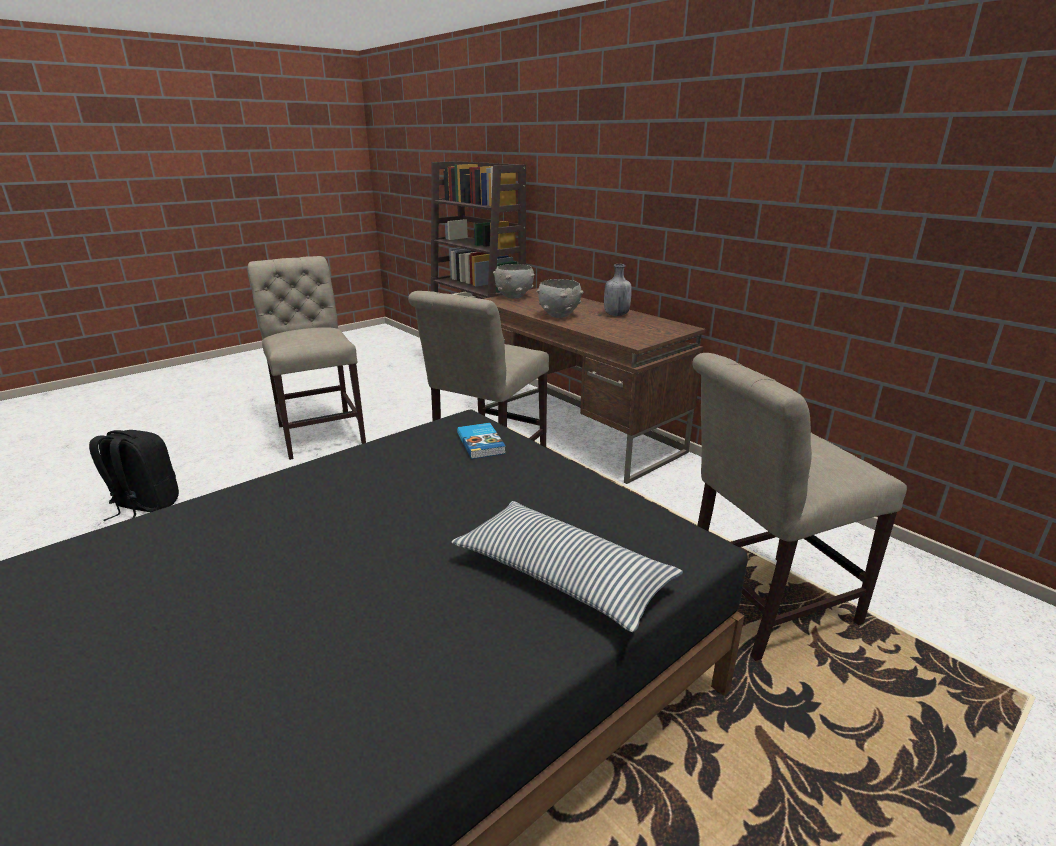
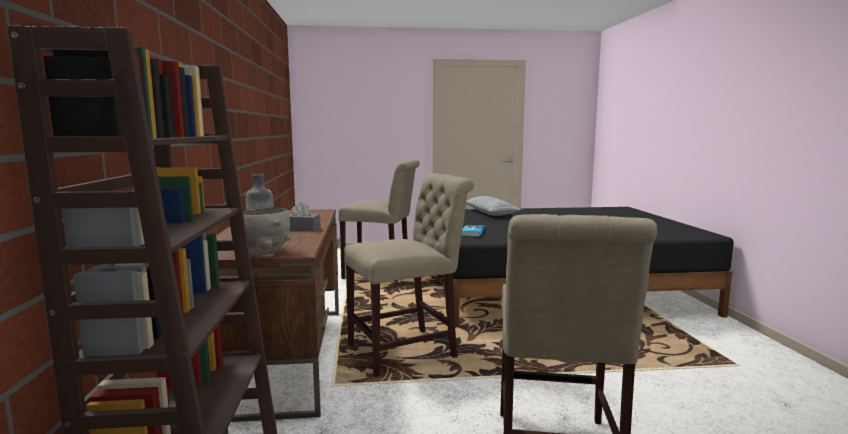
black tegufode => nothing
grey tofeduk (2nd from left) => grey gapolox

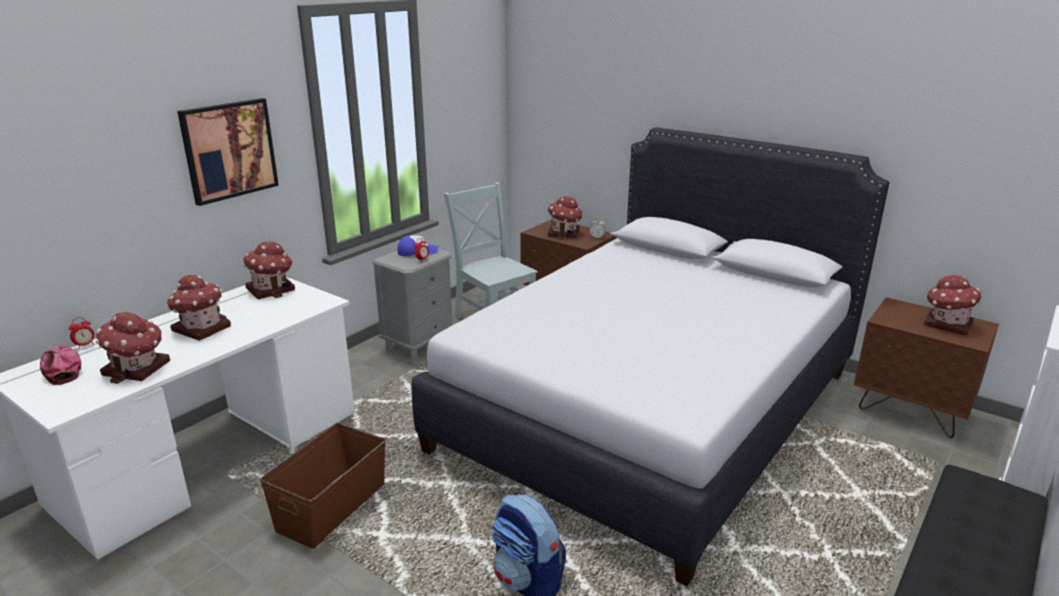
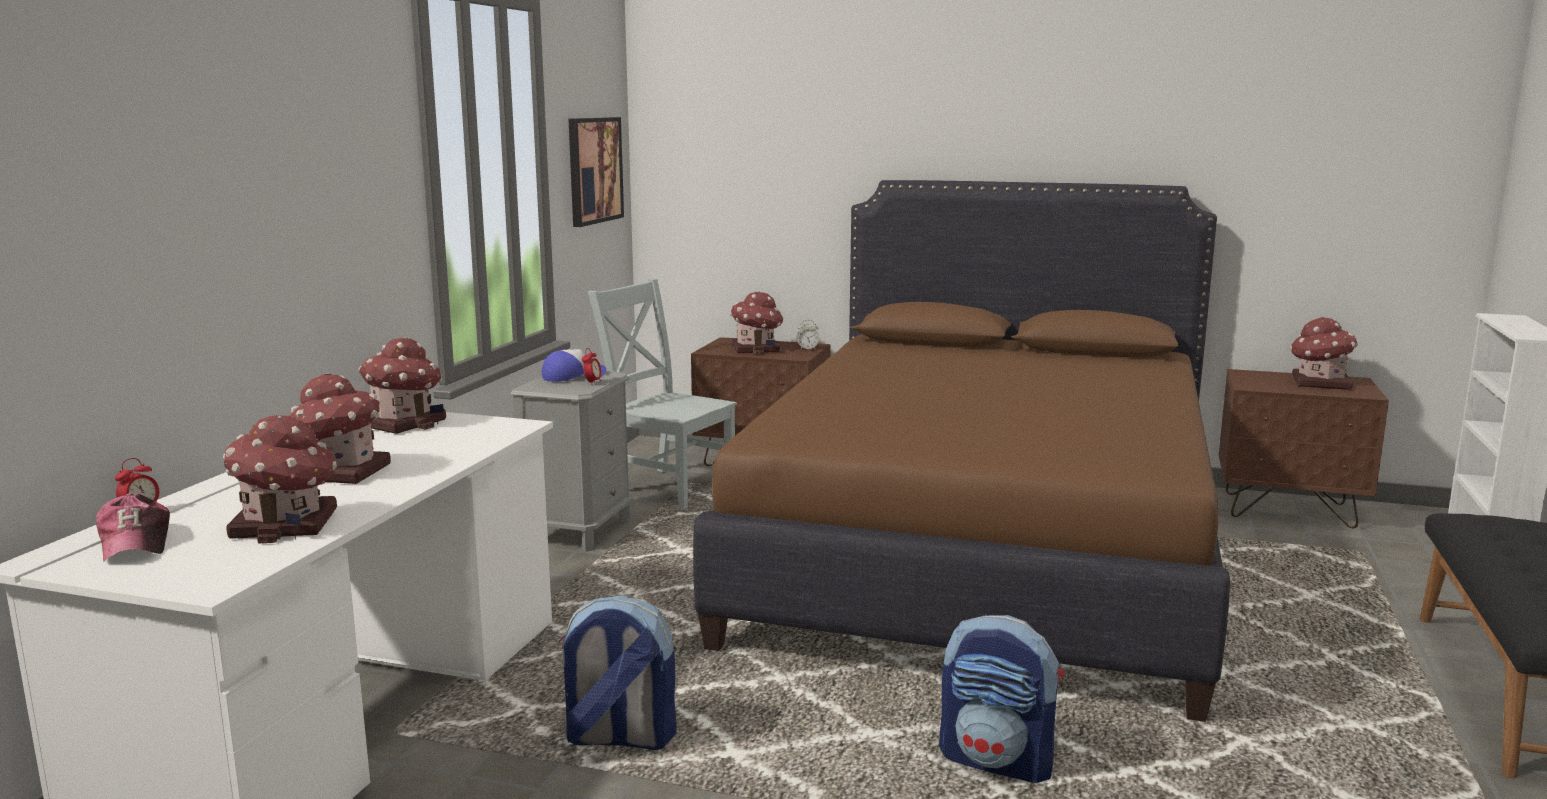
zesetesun, moved
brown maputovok => tegufode (1st from left)
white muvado => brown muvado
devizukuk (1st from left), 150 degrees counterclockwise

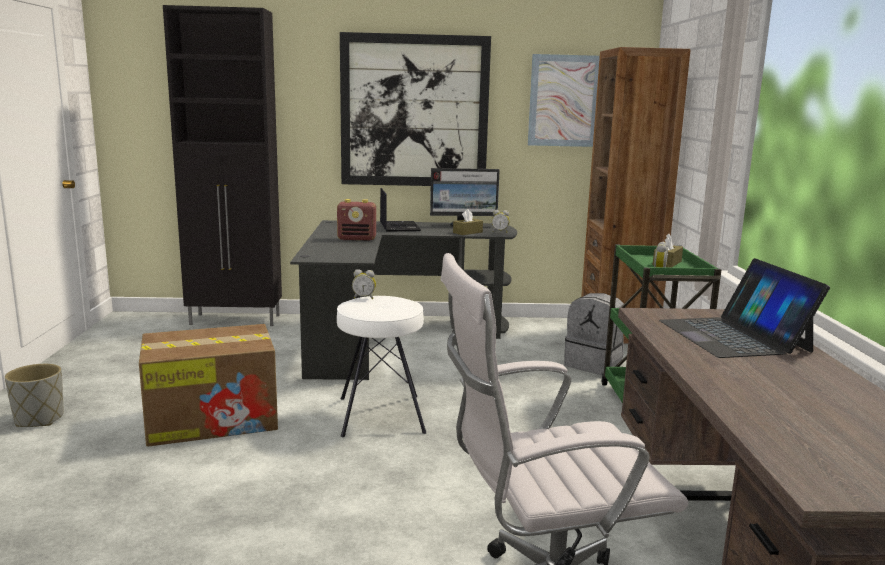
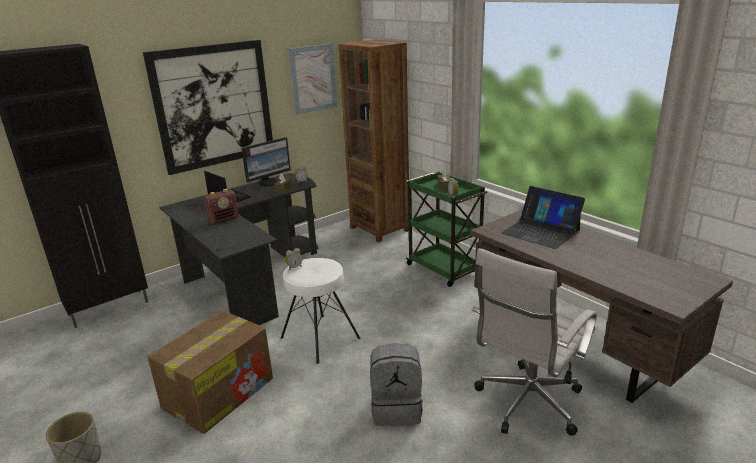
grey tegufode, moved

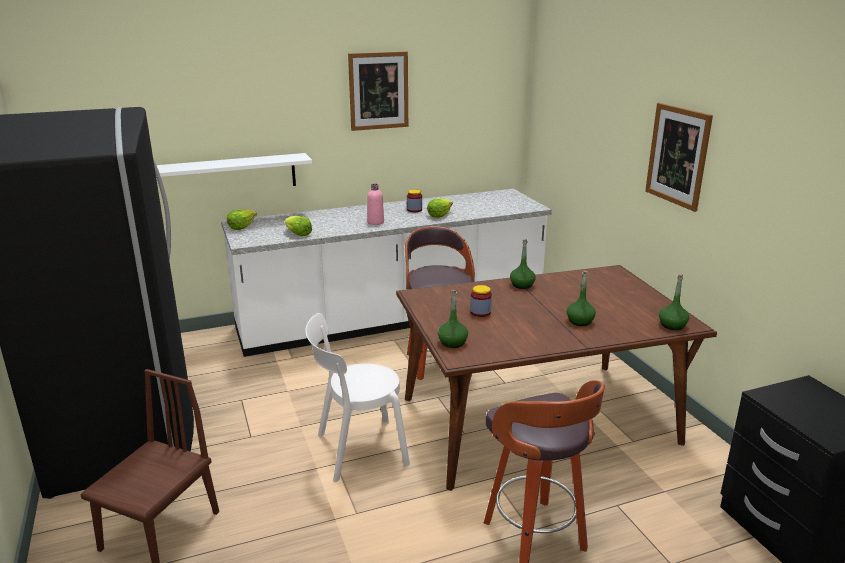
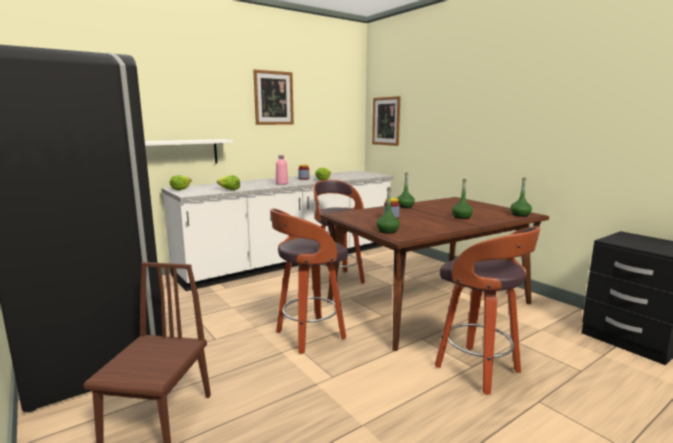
zesetesun (2nd from left), moved
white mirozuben => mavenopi (1st from left)

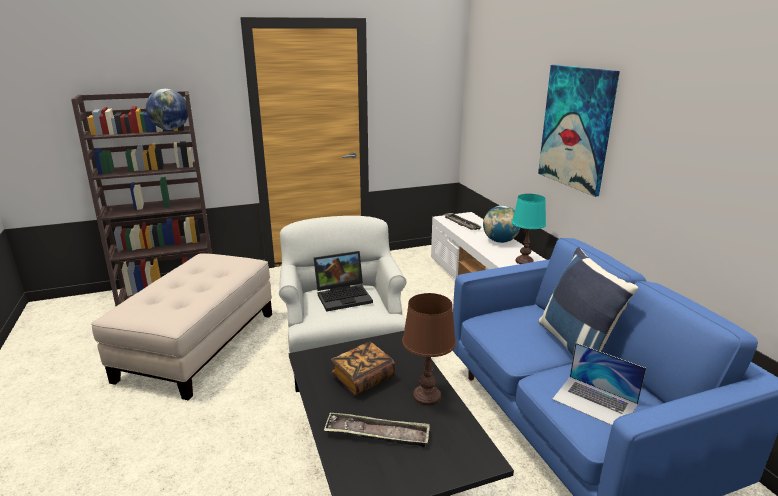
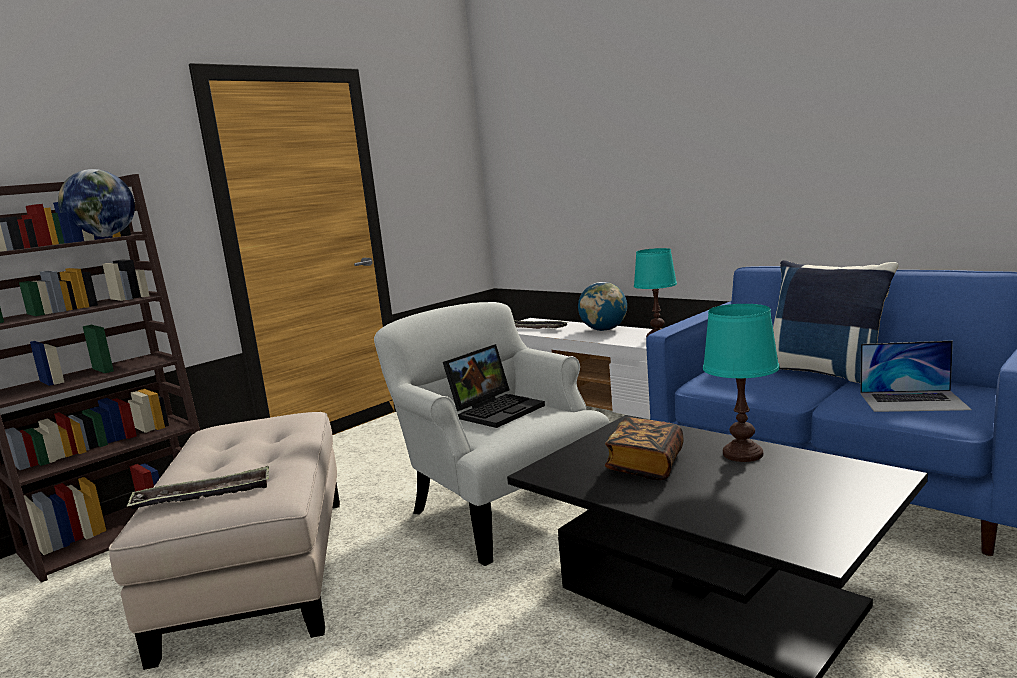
zesetesun => nothing
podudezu (1st from left), moved
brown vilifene => turquoise vilifene (2nd from left)

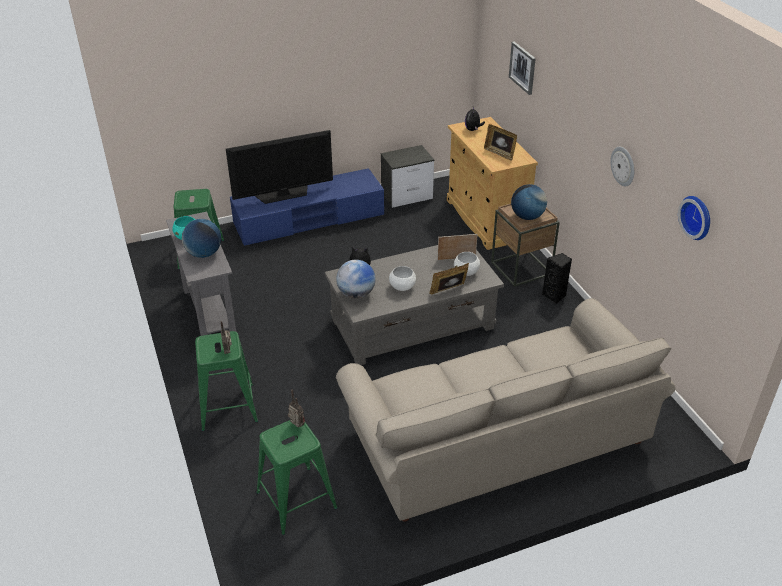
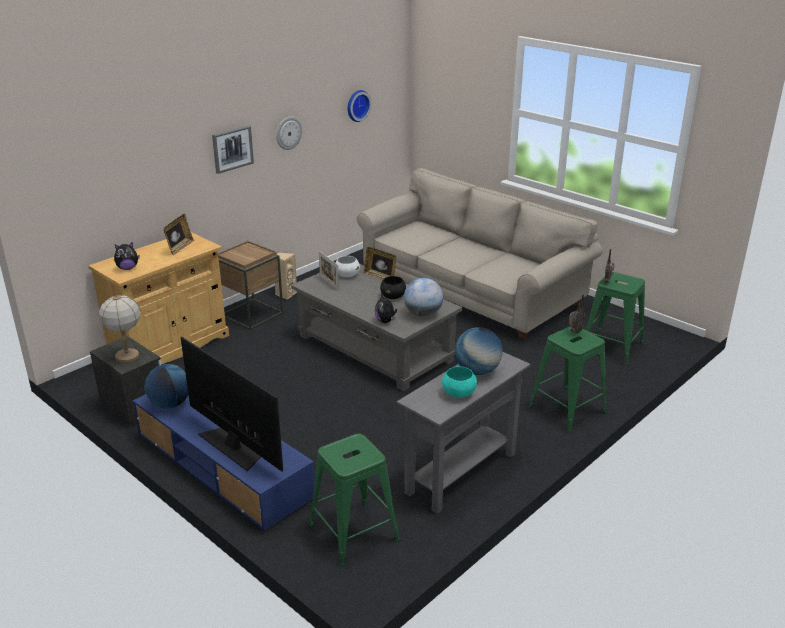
nothing => vilifene
zesetesun, moved
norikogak (3rd from left in the first image) => norikogak (1st from left), moved
white tofeduk (1st from left) => black tofeduk
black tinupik => beige tinupik

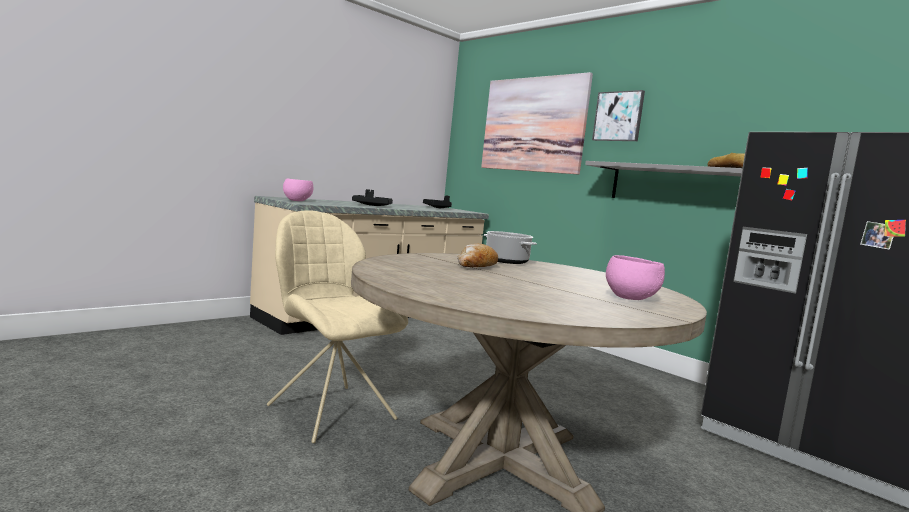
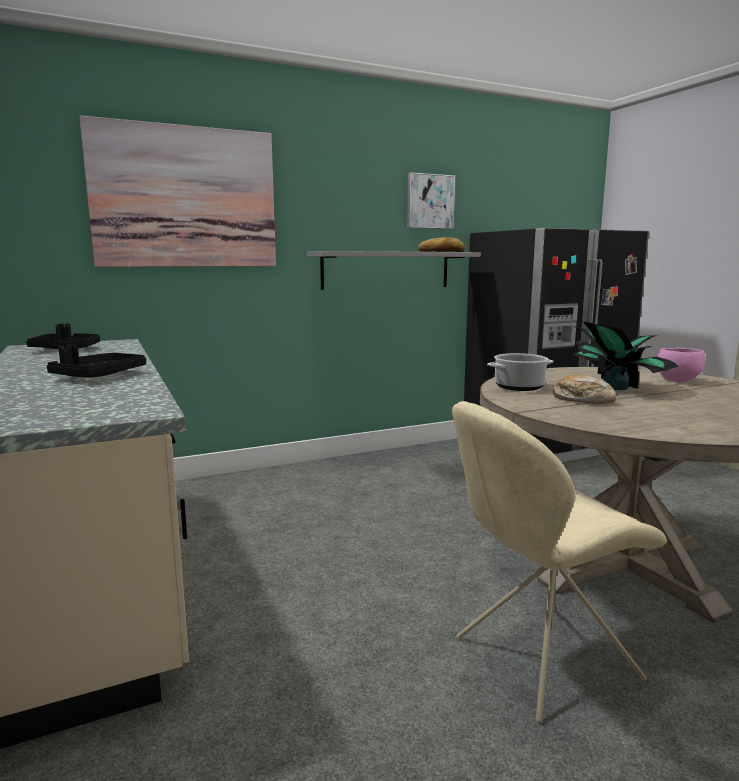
pink tofeduk (1st from left) => nothing
nothing => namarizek
zesetesun (2nd from left), moved

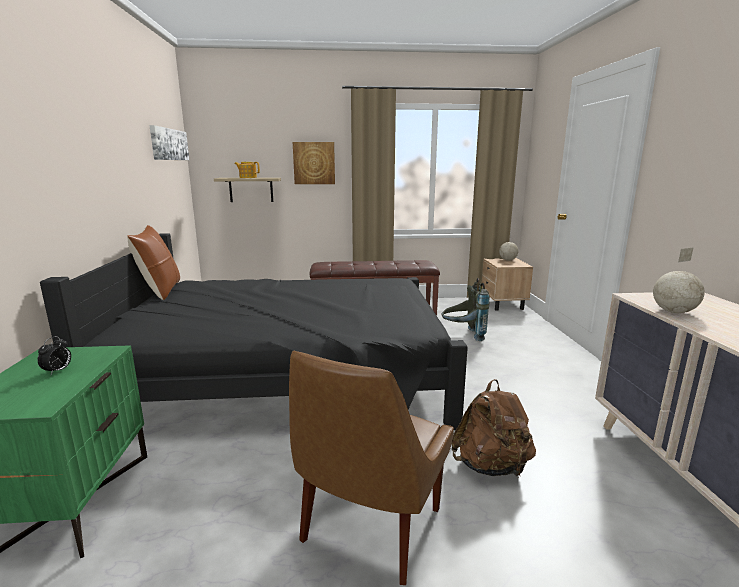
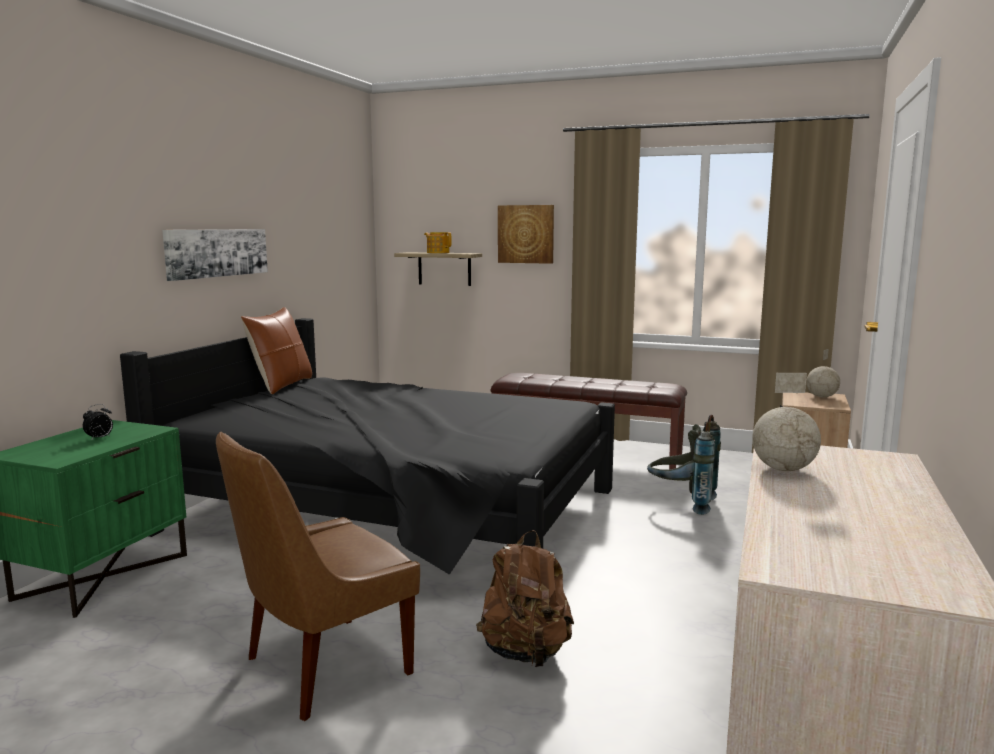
zesetesun (1st from left), moved

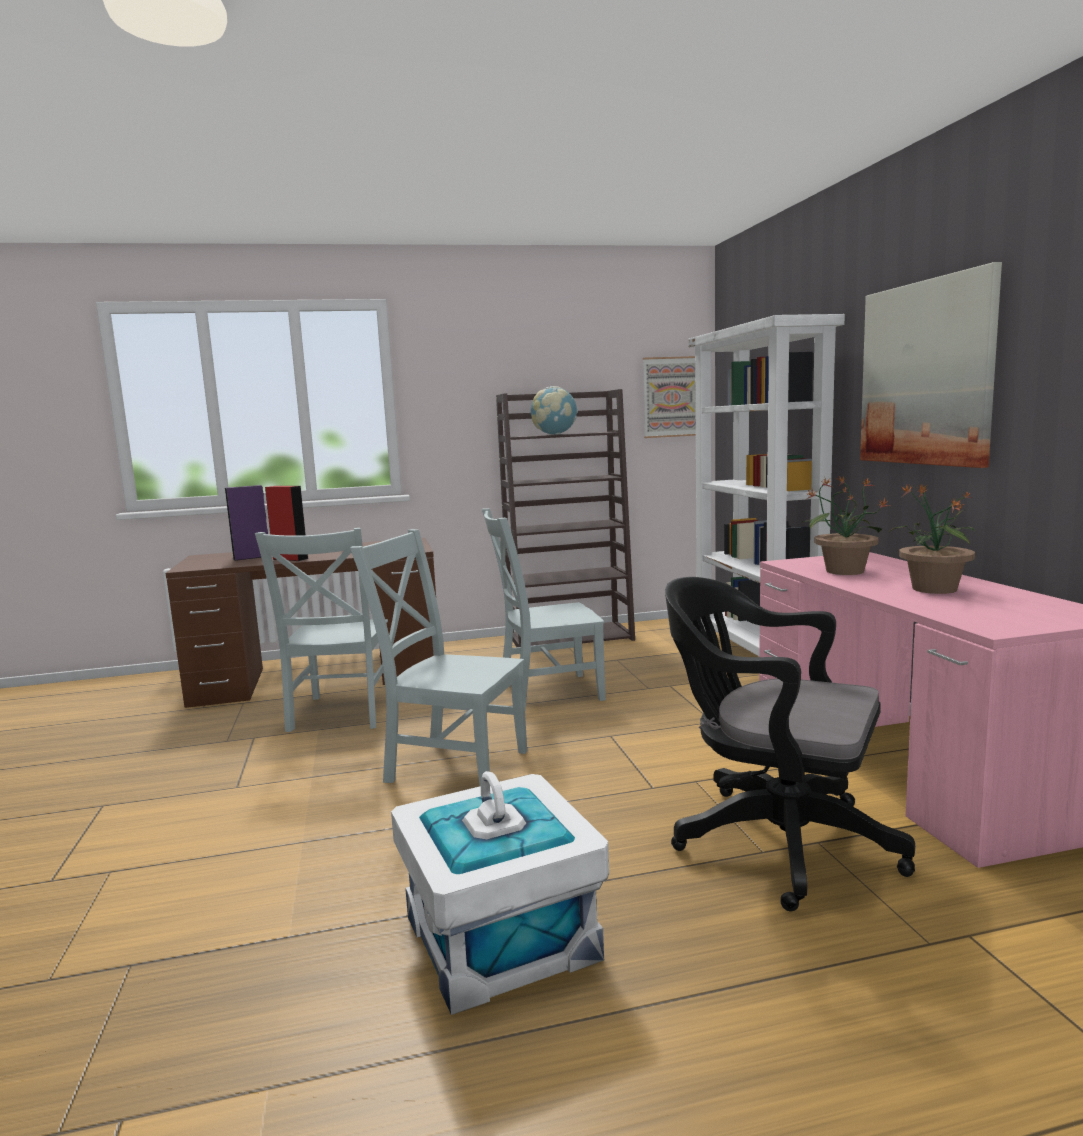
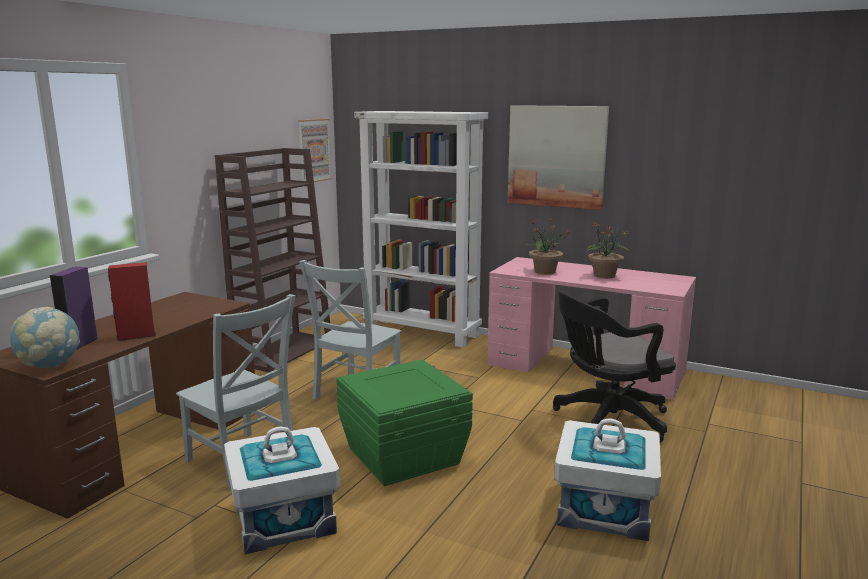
nothing => white maputovok (1st from left)
norikogak, moved
grey mirozuben (2nd from left) => green maputovok

